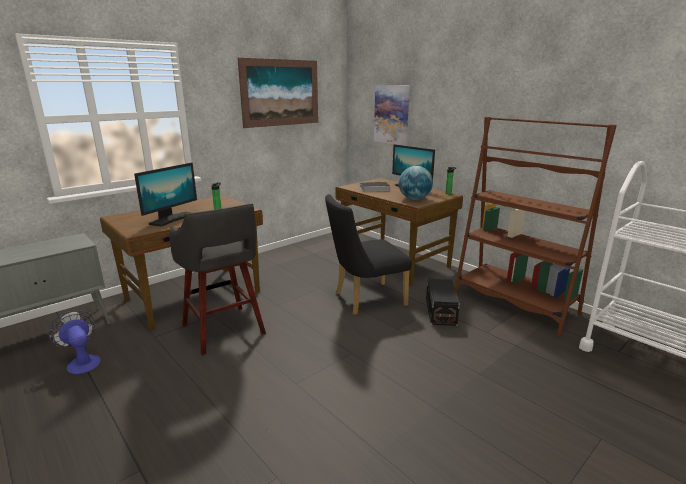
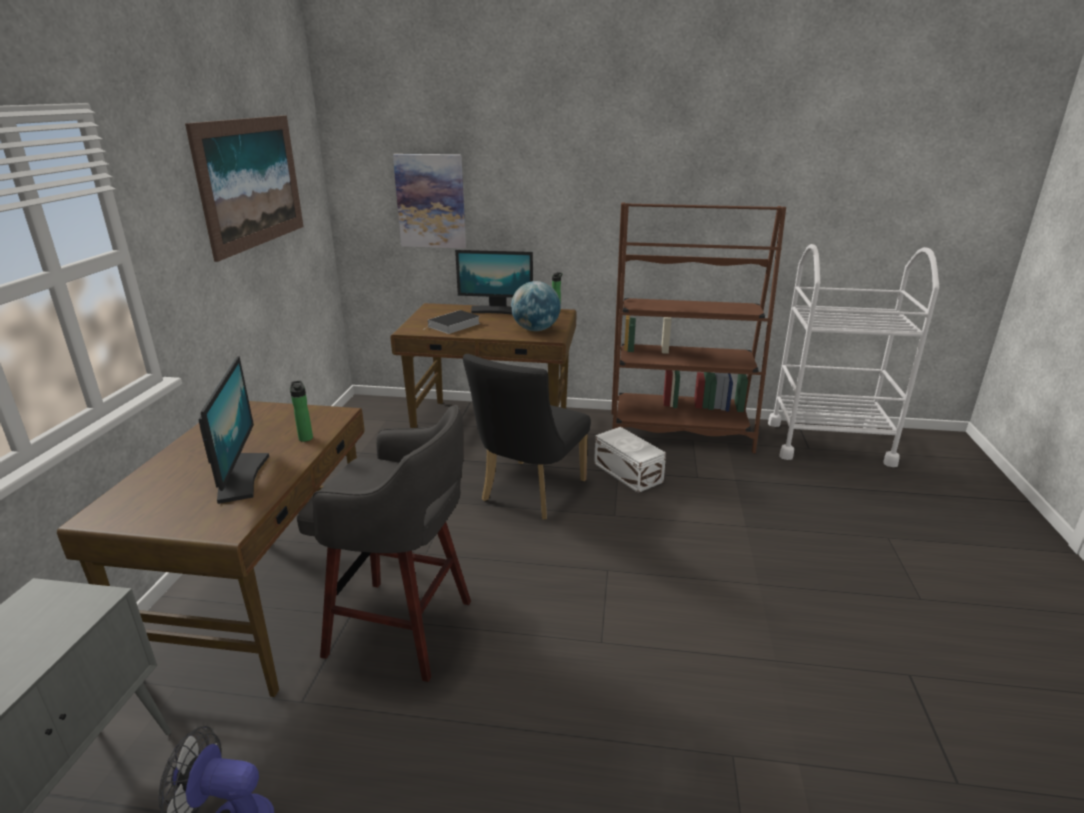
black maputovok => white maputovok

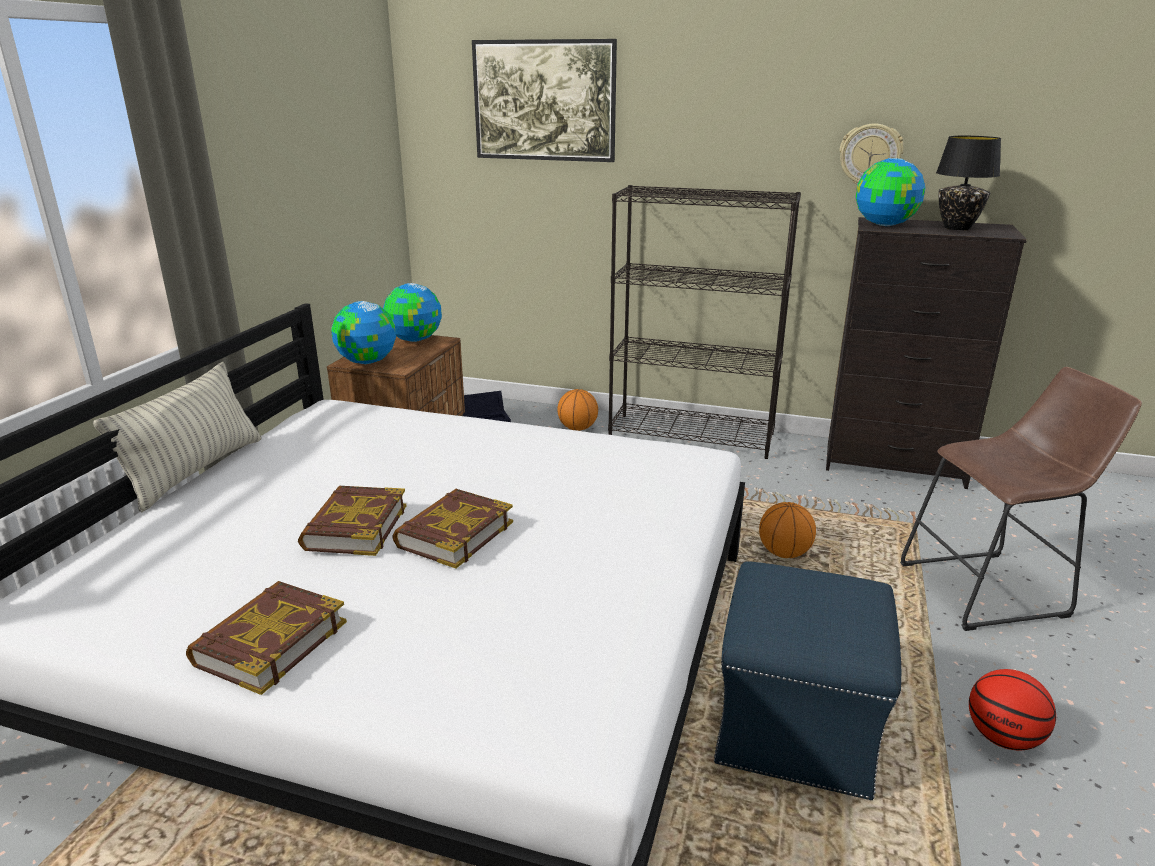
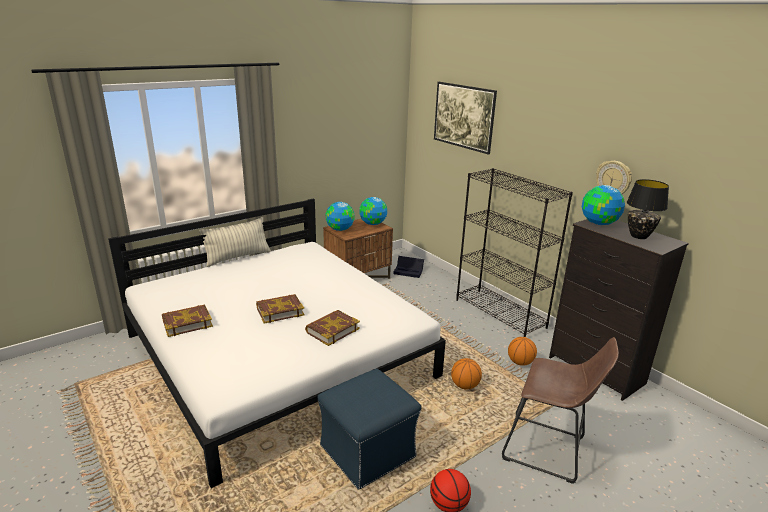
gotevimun (2nd from left in the first image) => gotevimun (3rd from left), moved
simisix (1st from left in the first image) => simisix (3rd from left), moved

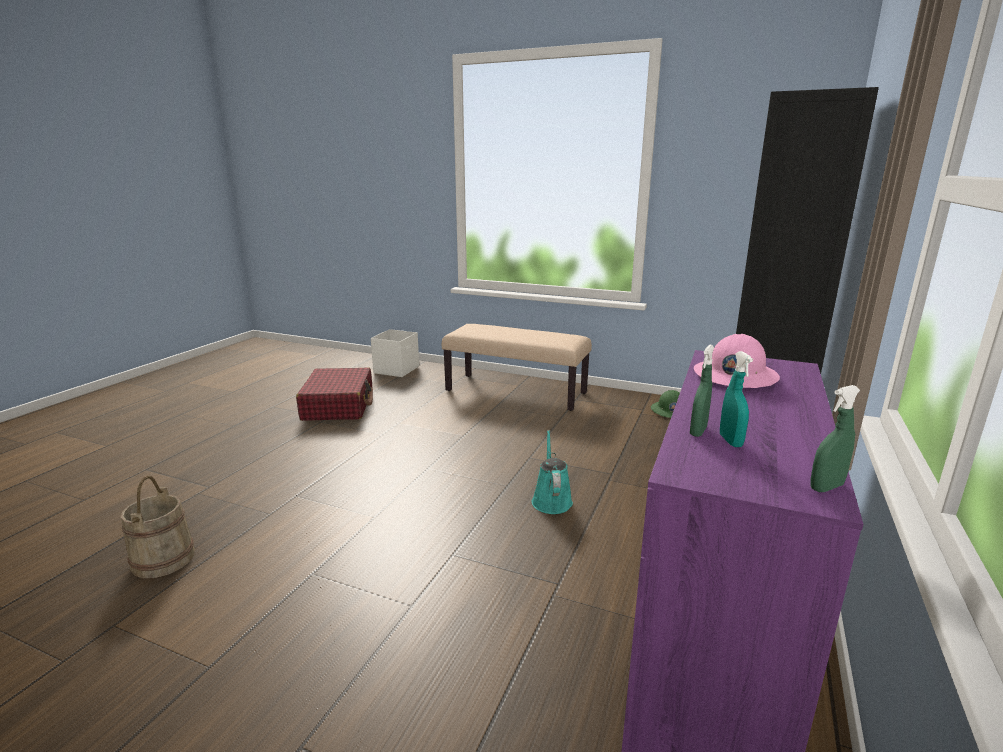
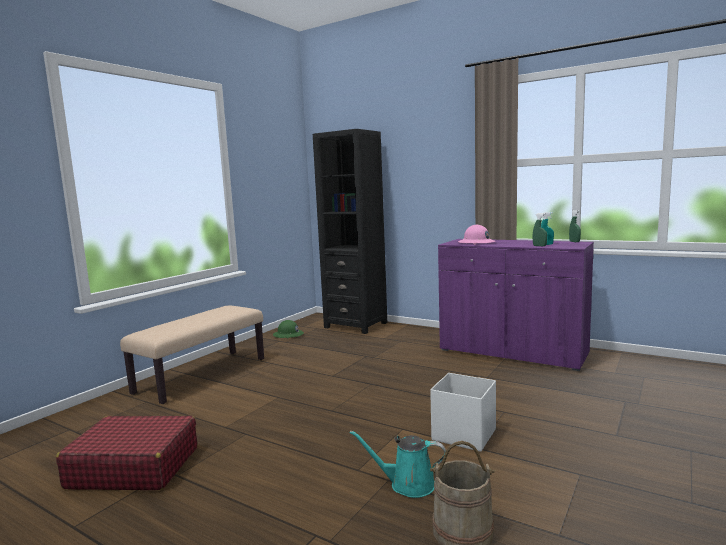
white maputovok, moved
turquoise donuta, moved

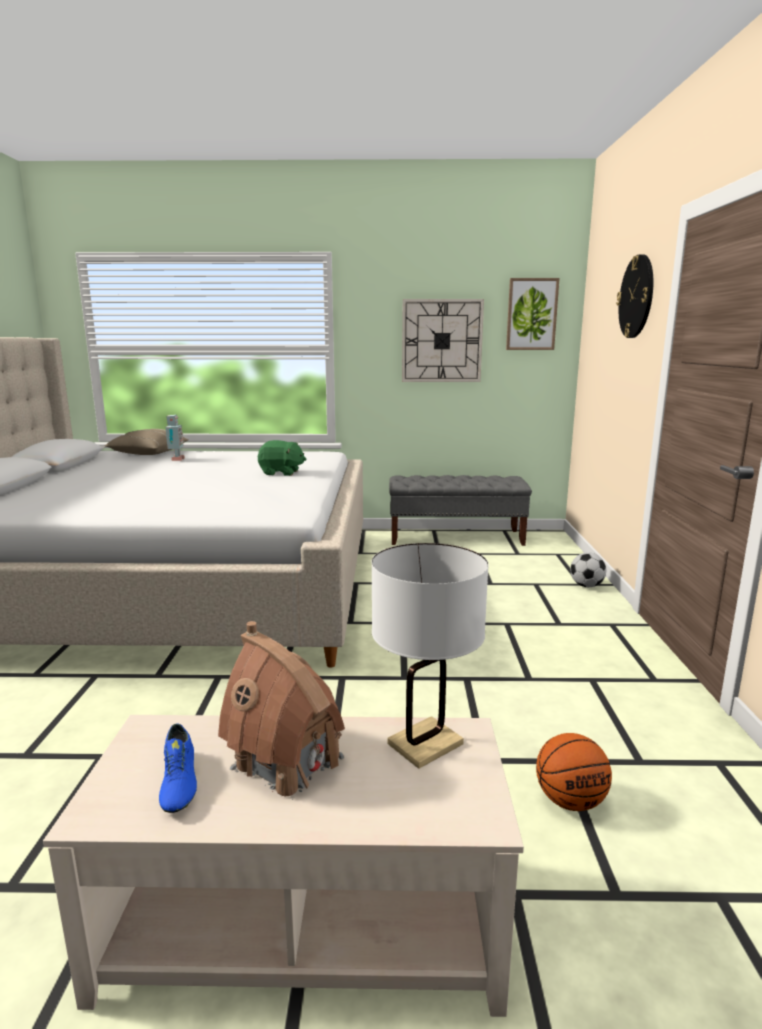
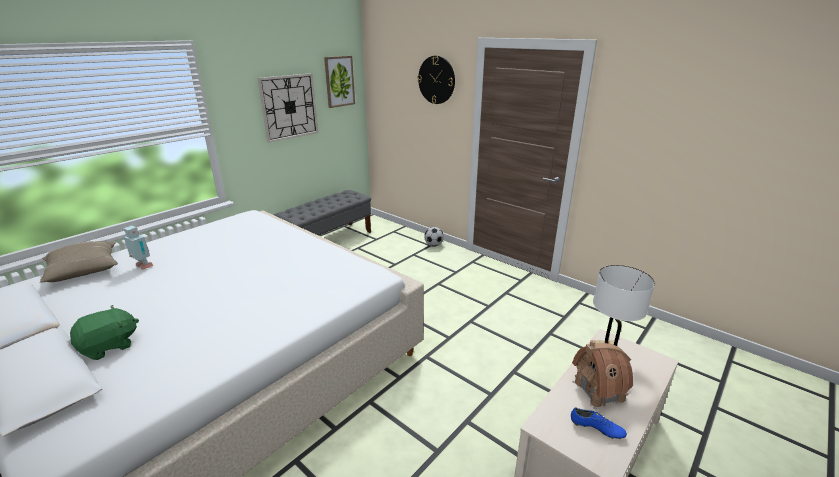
simisix => nothing
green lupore, moved

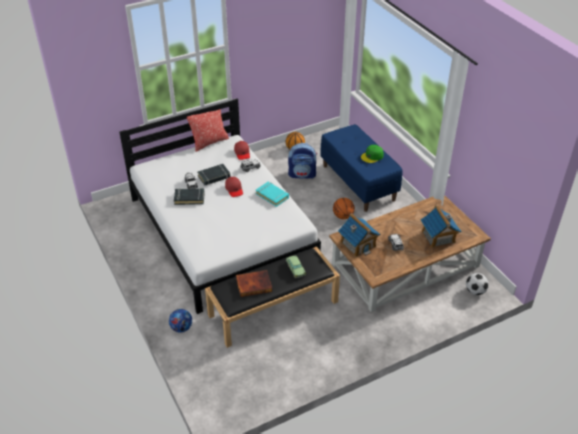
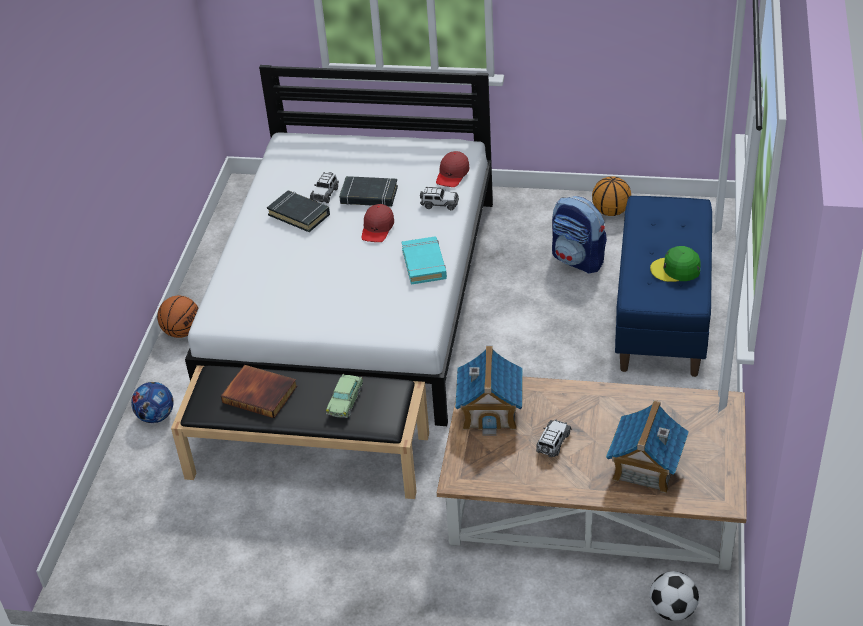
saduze => nothing
simisix (2nd from left in the first image) => simisix (1st from left), moved

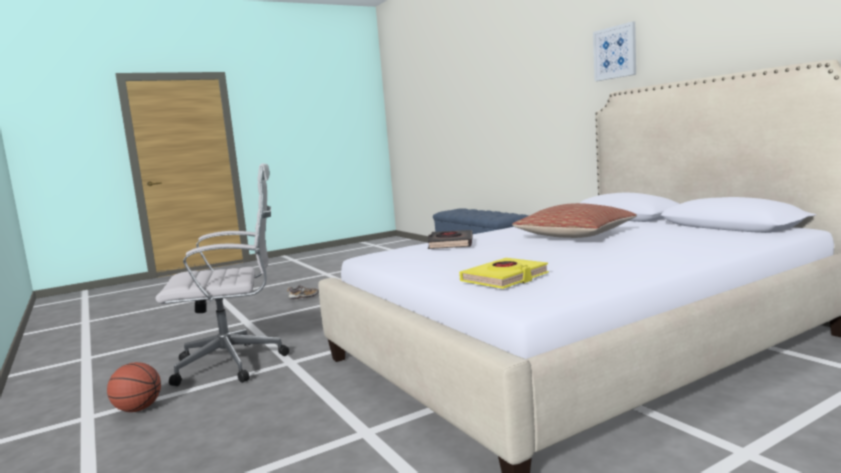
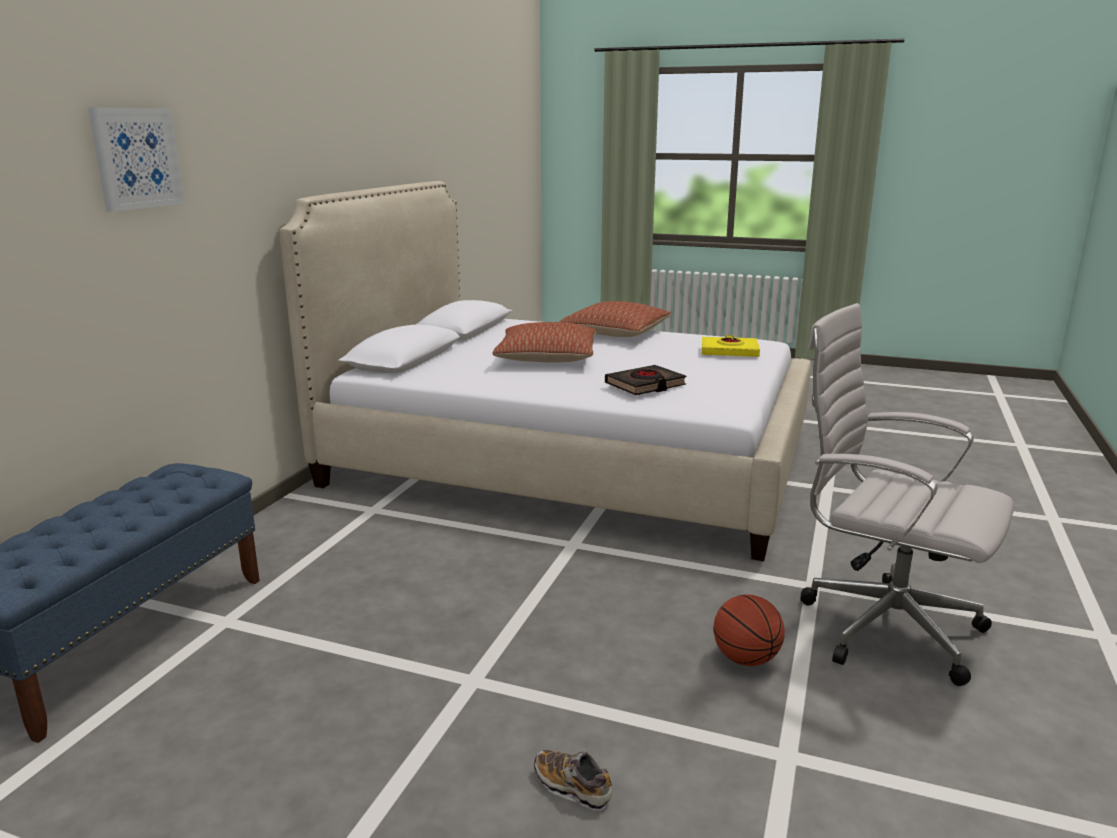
nothing => saduze (2nd from left)
simisix, moved
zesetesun, moved

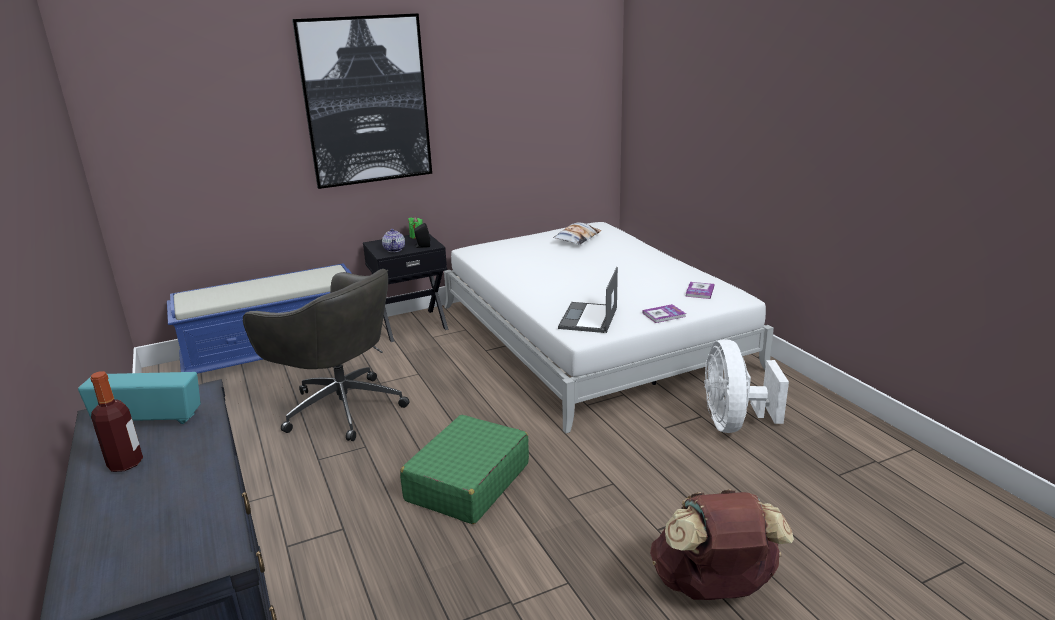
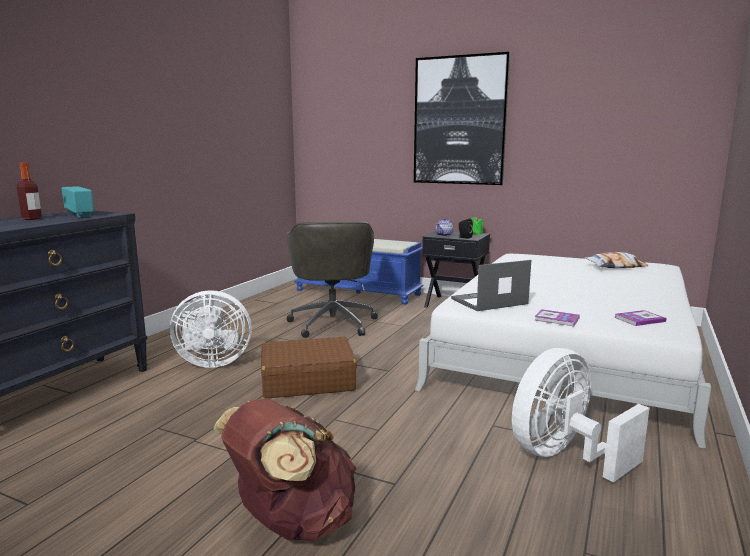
nothing => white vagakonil (1st from left)
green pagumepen => brown pagumepen

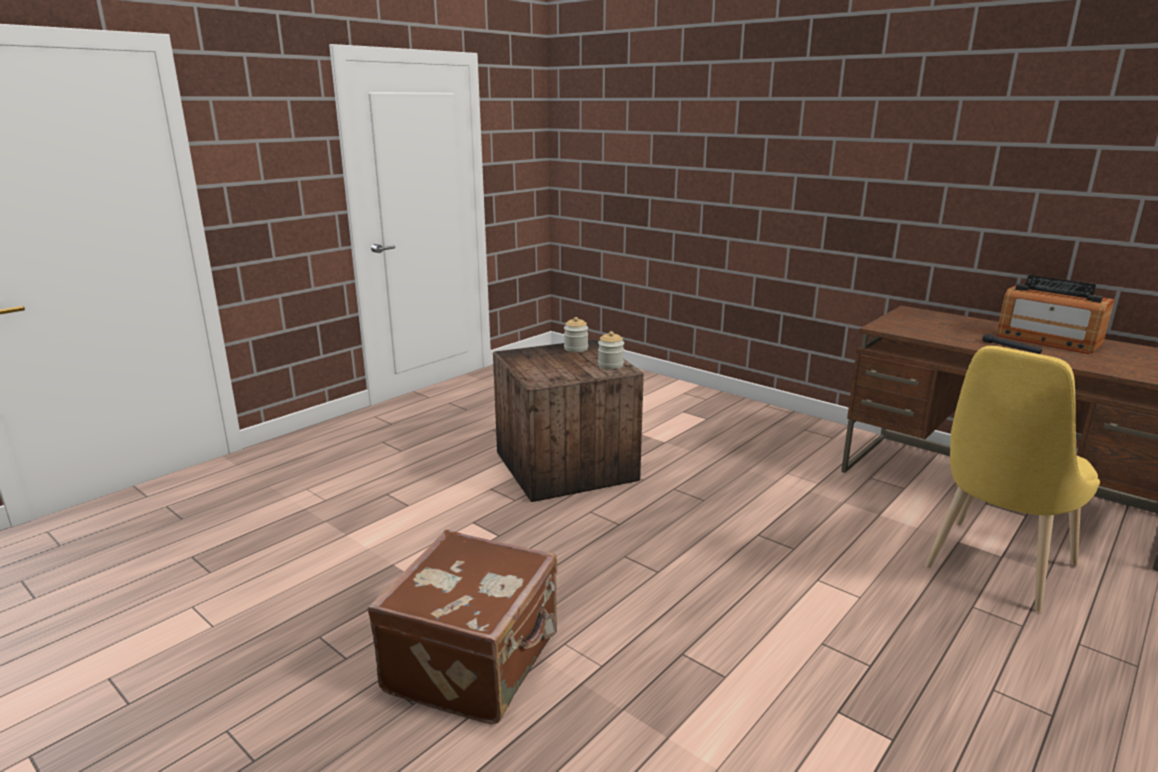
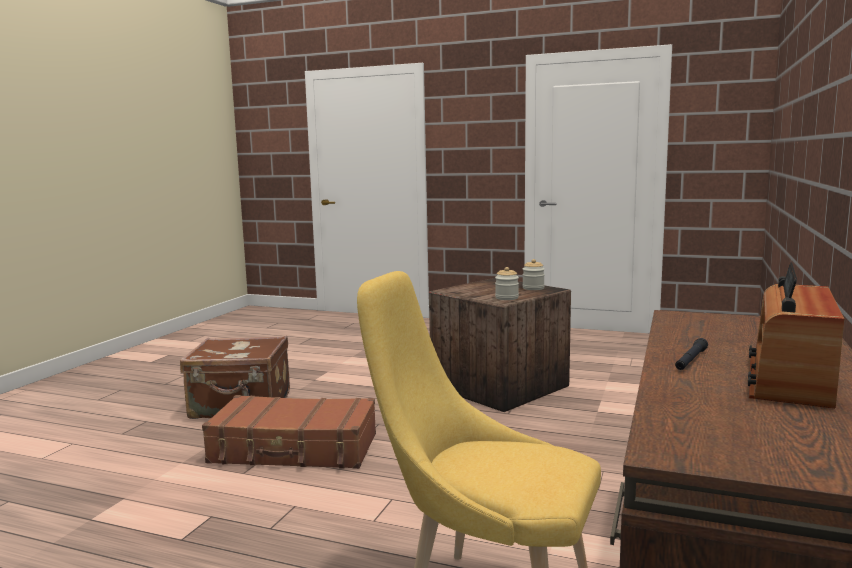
nothing => brown pagumepen (2nd from left)

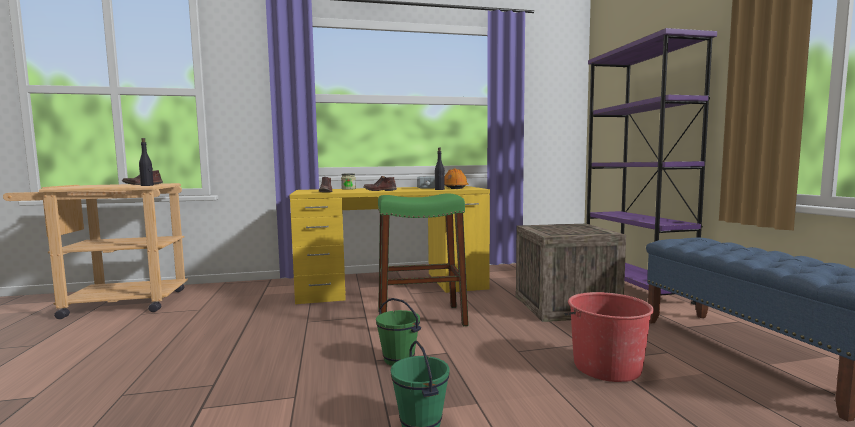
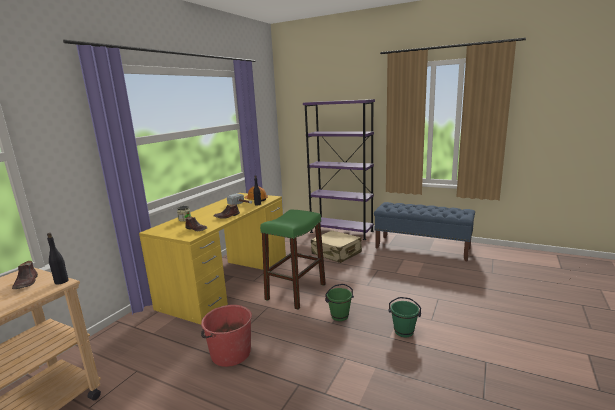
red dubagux, moved
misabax => beige pagumepen

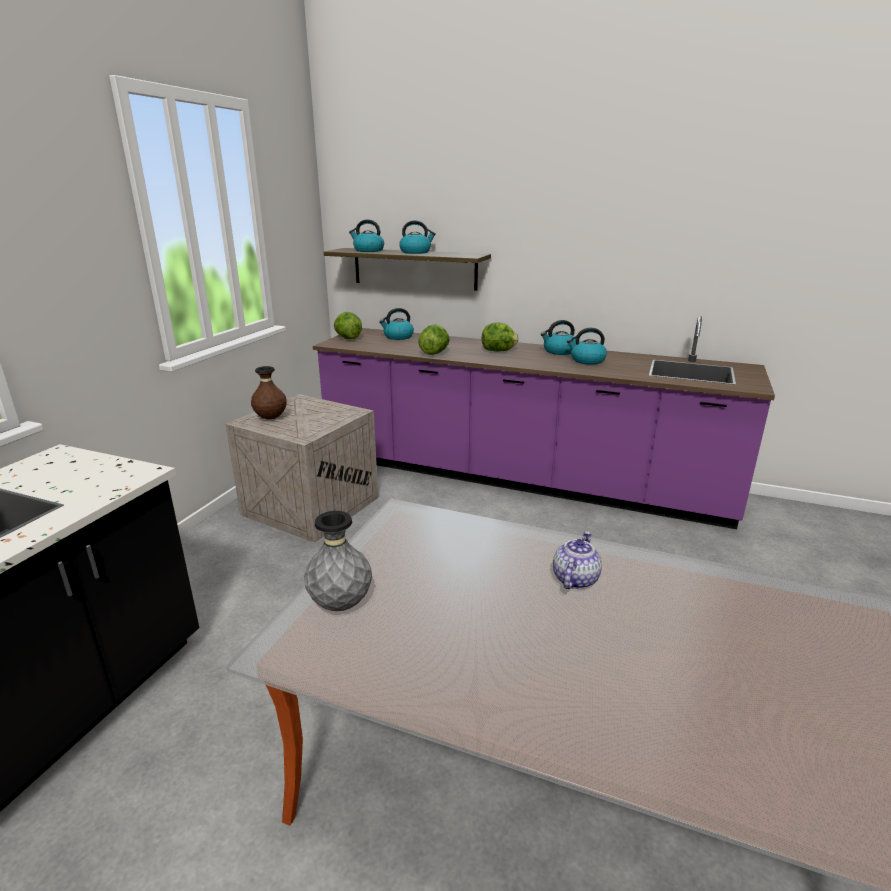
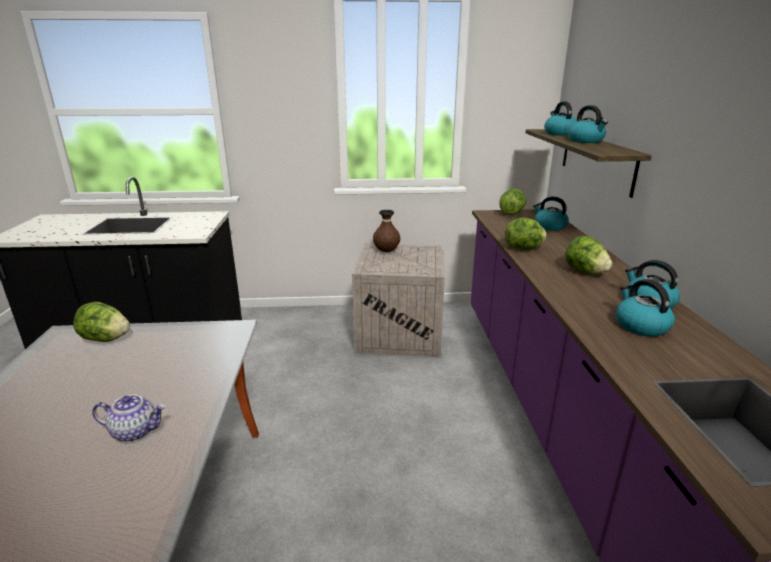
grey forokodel => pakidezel (1st from left)

